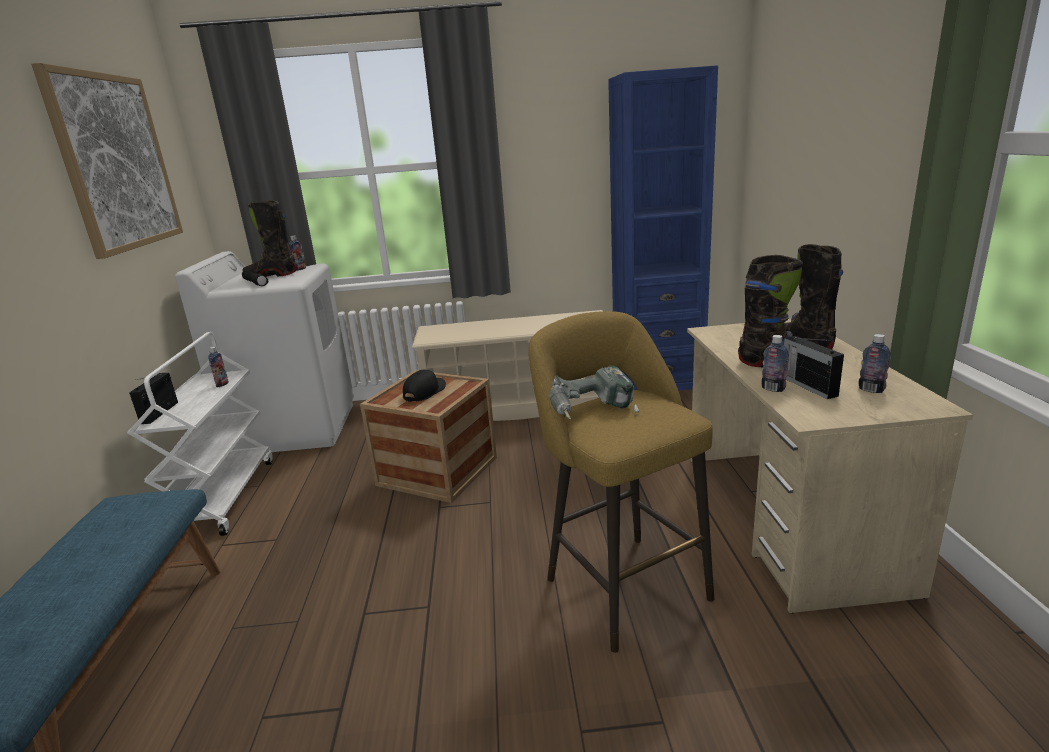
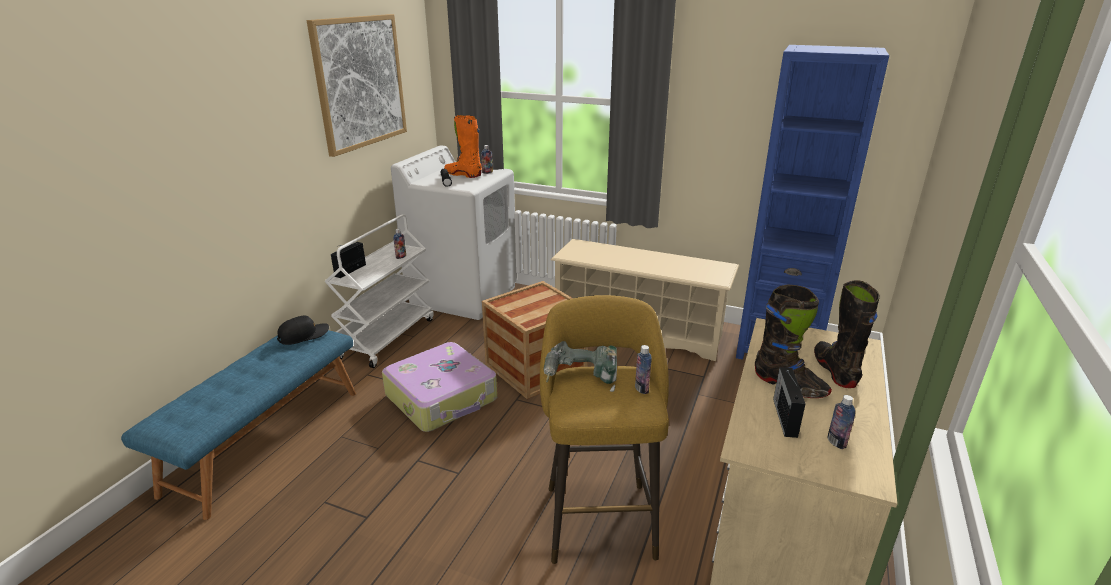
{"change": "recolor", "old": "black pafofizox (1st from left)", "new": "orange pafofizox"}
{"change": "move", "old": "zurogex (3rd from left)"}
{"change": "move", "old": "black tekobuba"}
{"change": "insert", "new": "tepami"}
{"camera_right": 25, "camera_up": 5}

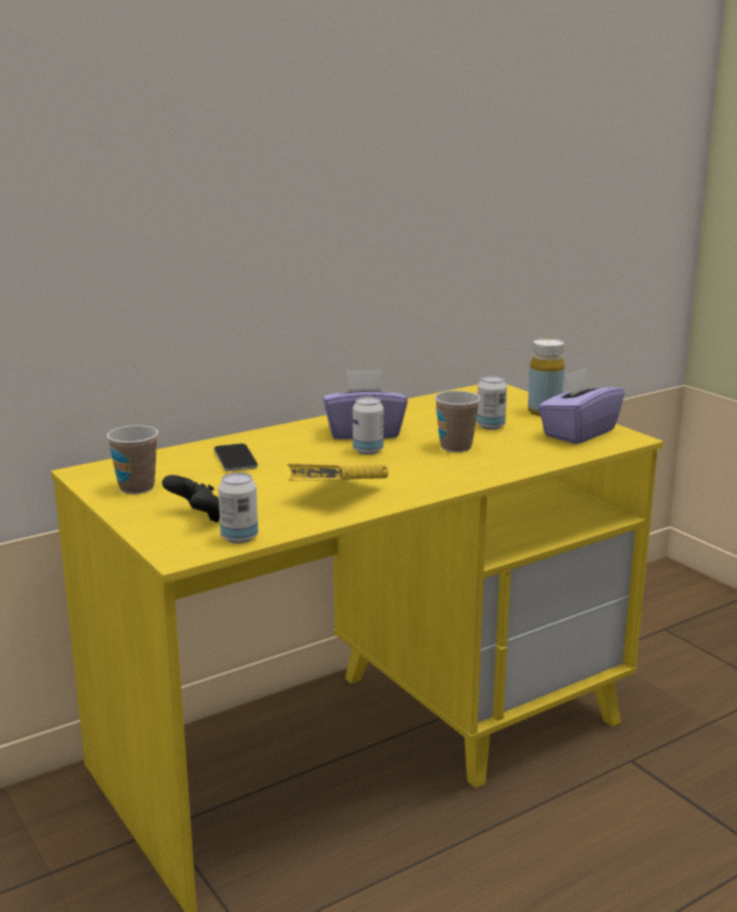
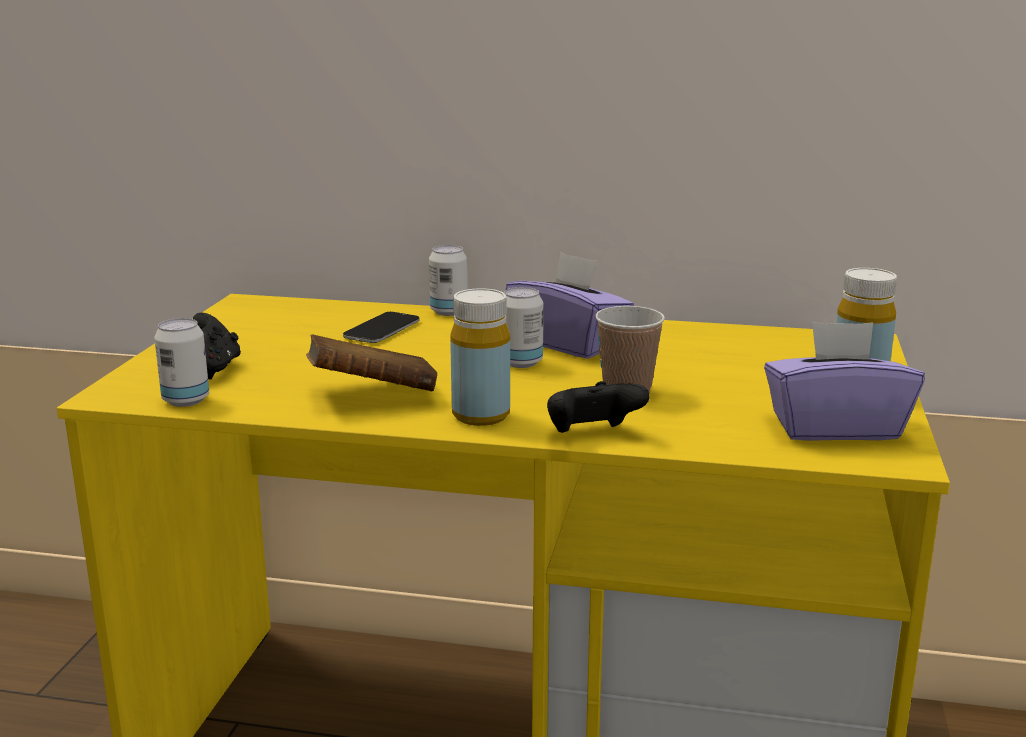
{"change": "move", "old": "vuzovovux (3rd from left in the first image)", "new": "vuzovovux (2nd from left)"}
{"change": "delete", "old": "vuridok (1st from left)"}
{"change": "recolor", "old": "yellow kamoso", "new": "brown kamoso"}
{"change": "insert", "new": "yellow zurogex (1st from left)"}
{"change": "insert", "new": "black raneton (2nd from left)"}
{"camera_right": 45, "camera_up": 0}

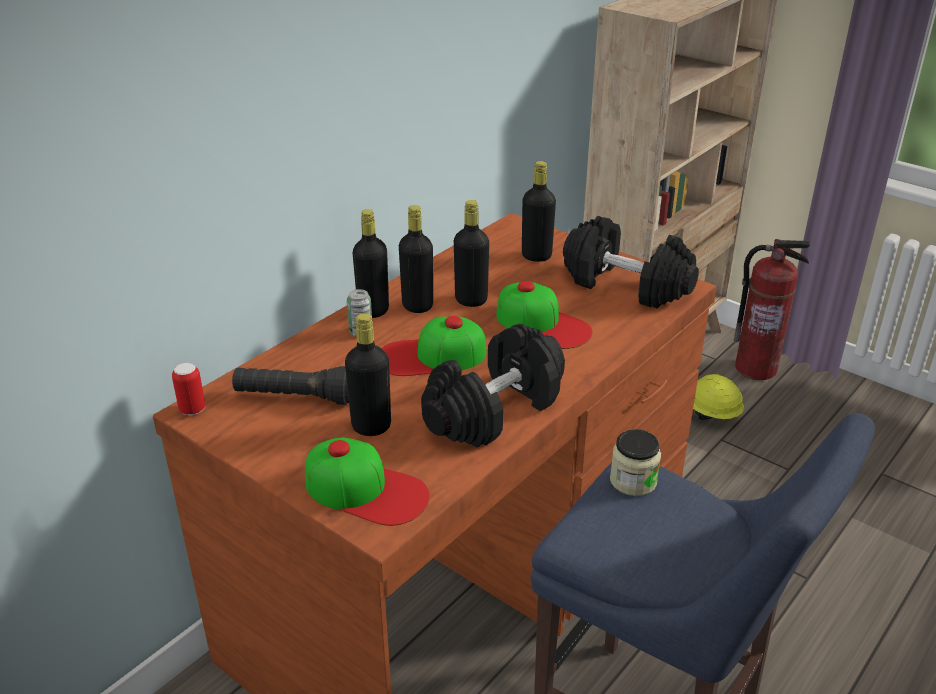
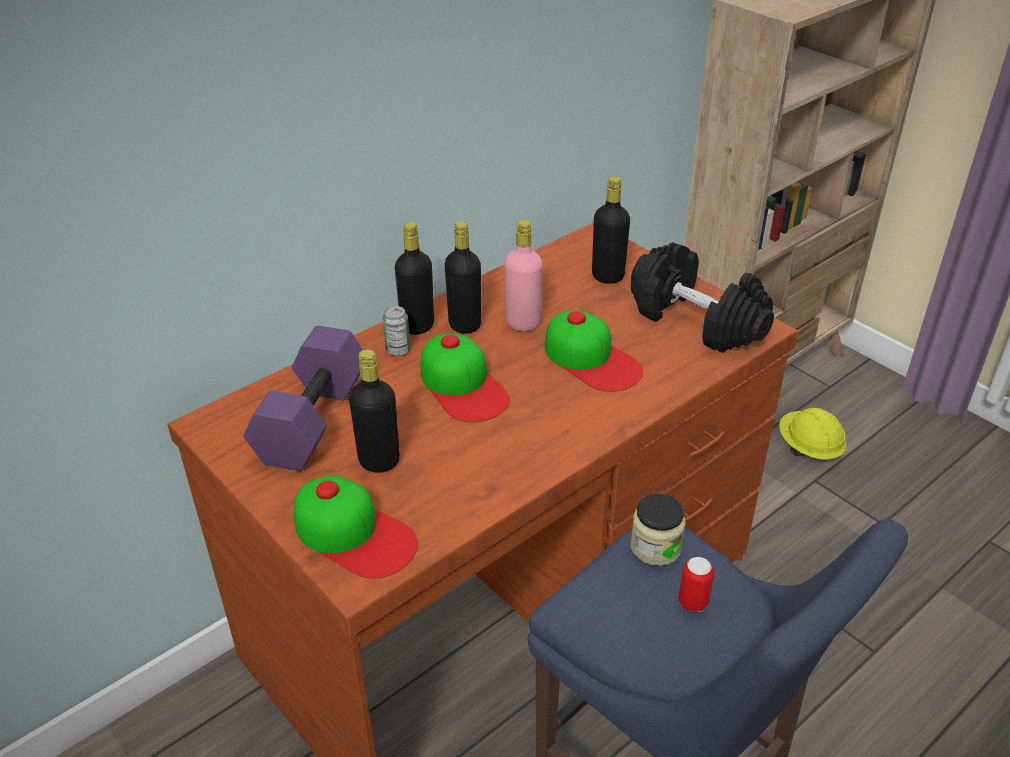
{"change": "recolor", "old": "black zurogex (4th from left)", "new": "pink zurogex"}
{"change": "delete", "old": "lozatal"}
{"change": "rotate", "old": "tekobuba (2nd from left)", "degrees": -120}
{"change": "delete", "old": "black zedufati (1st from left)"}
{"change": "move", "old": "vuzovovux (1st from left in the first image)", "new": "vuzovovux (2nd from left)"}
{"change": "replace", "old": "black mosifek", "new": "purple zedufati"}
{"camera_right": 10, "camera_up": 5}

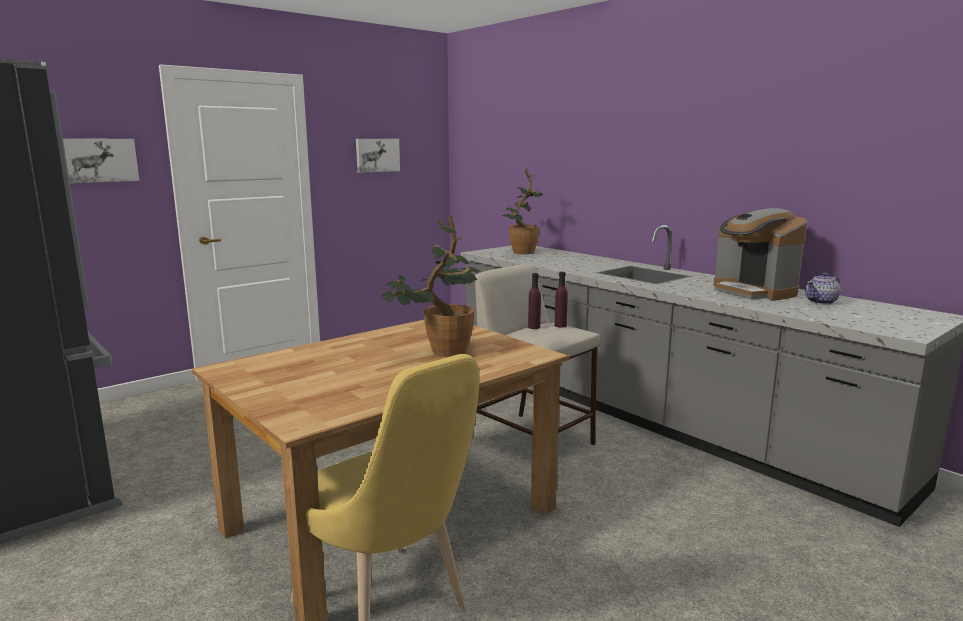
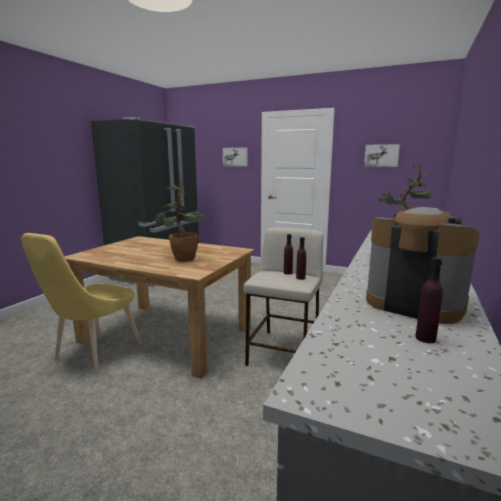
{"change": "rotate", "old": "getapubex", "degrees": 90}
{"change": "replace", "old": "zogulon", "new": "purple zurogex (3rd from left)"}
{"camera_right": 65, "camera_up": 0}

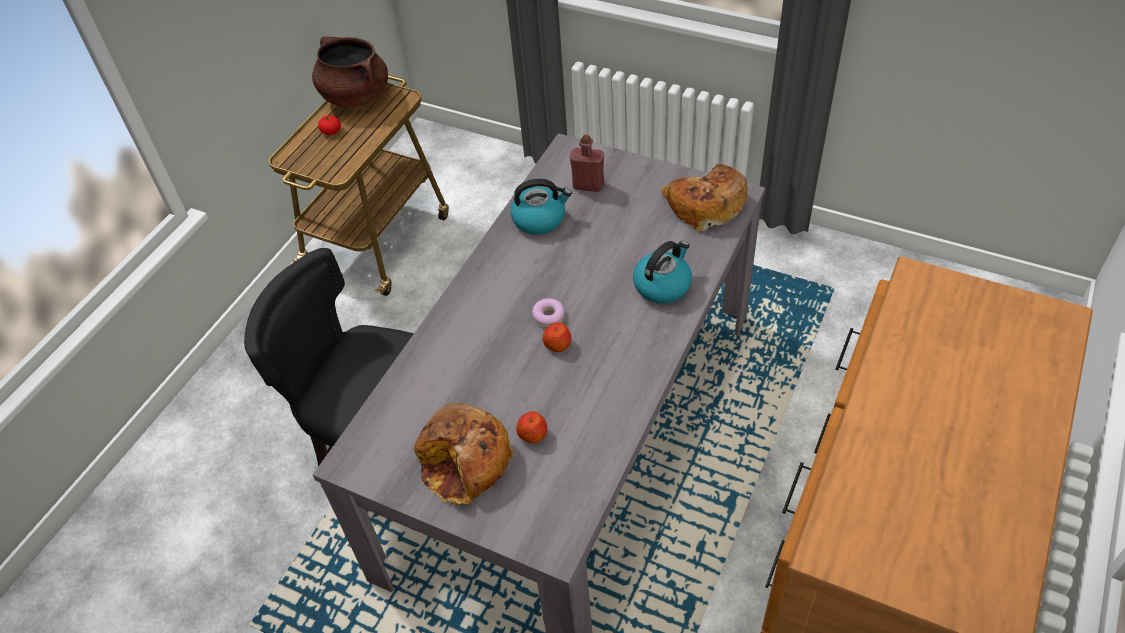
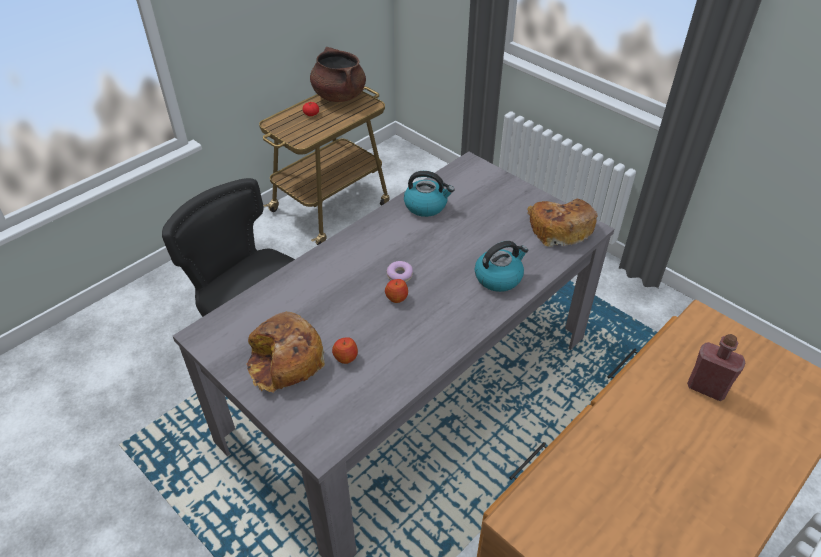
{"change": "move", "old": "red zurogex"}
{"camera_right": 15, "camera_up": -5}

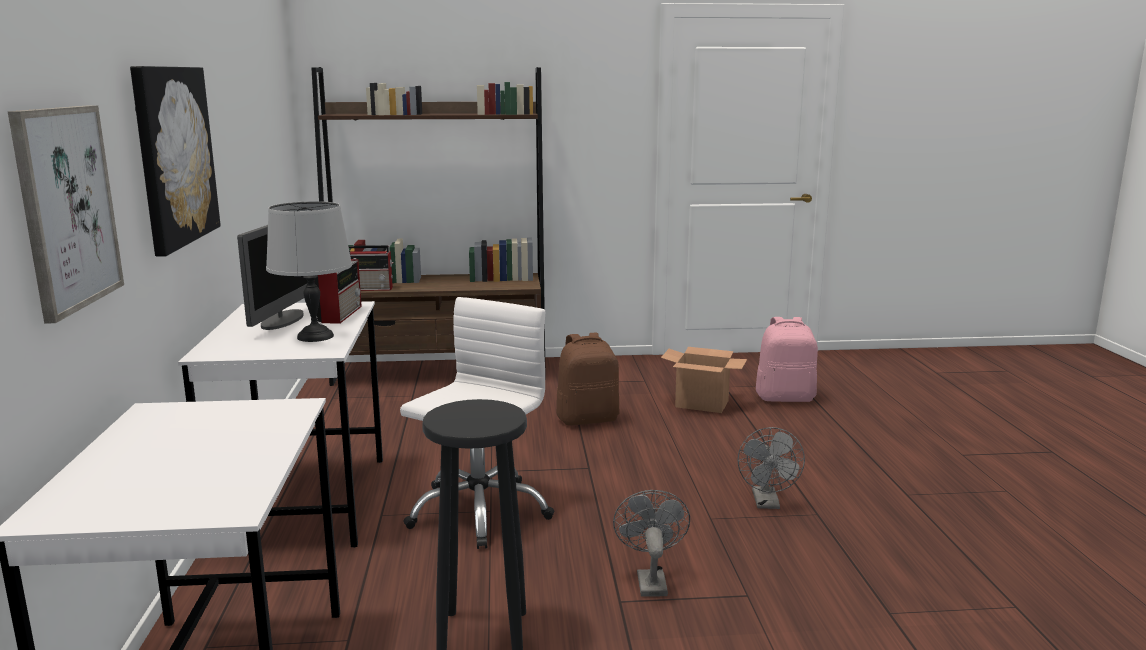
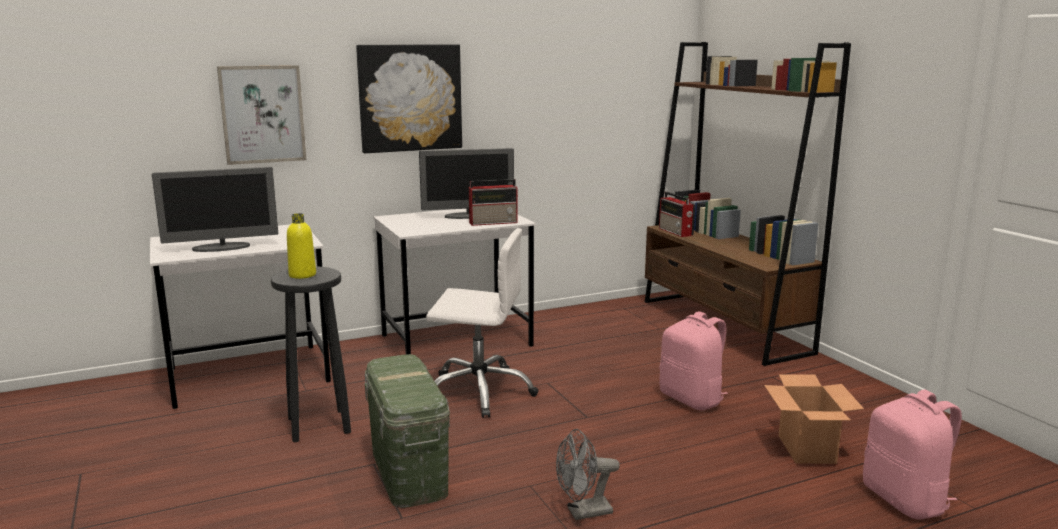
{"change": "delete", "old": "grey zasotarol"}
{"change": "recolor", "old": "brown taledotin", "new": "pink taledotin (1st from left)"}
{"change": "replace", "old": "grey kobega (1st from left)", "new": "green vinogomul"}
{"change": "insert", "new": "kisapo (1st from left)"}
{"change": "insert", "new": "yellow zurogex"}
{"camera_right": 70, "camera_up": 0}

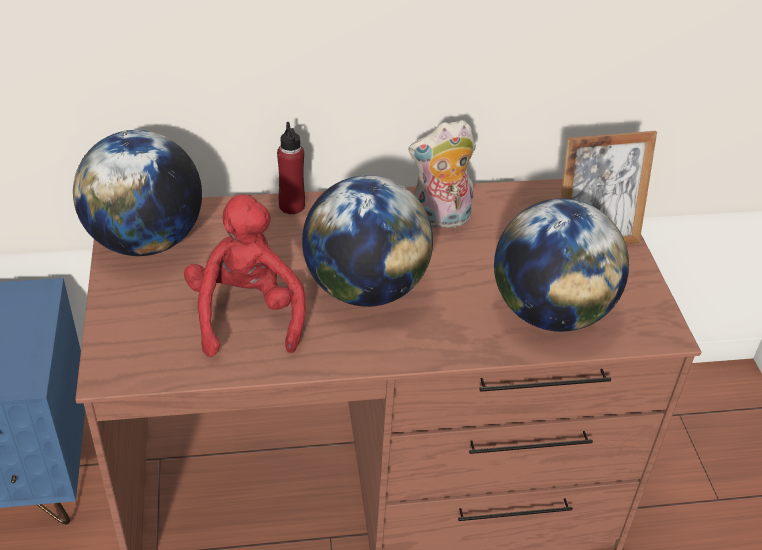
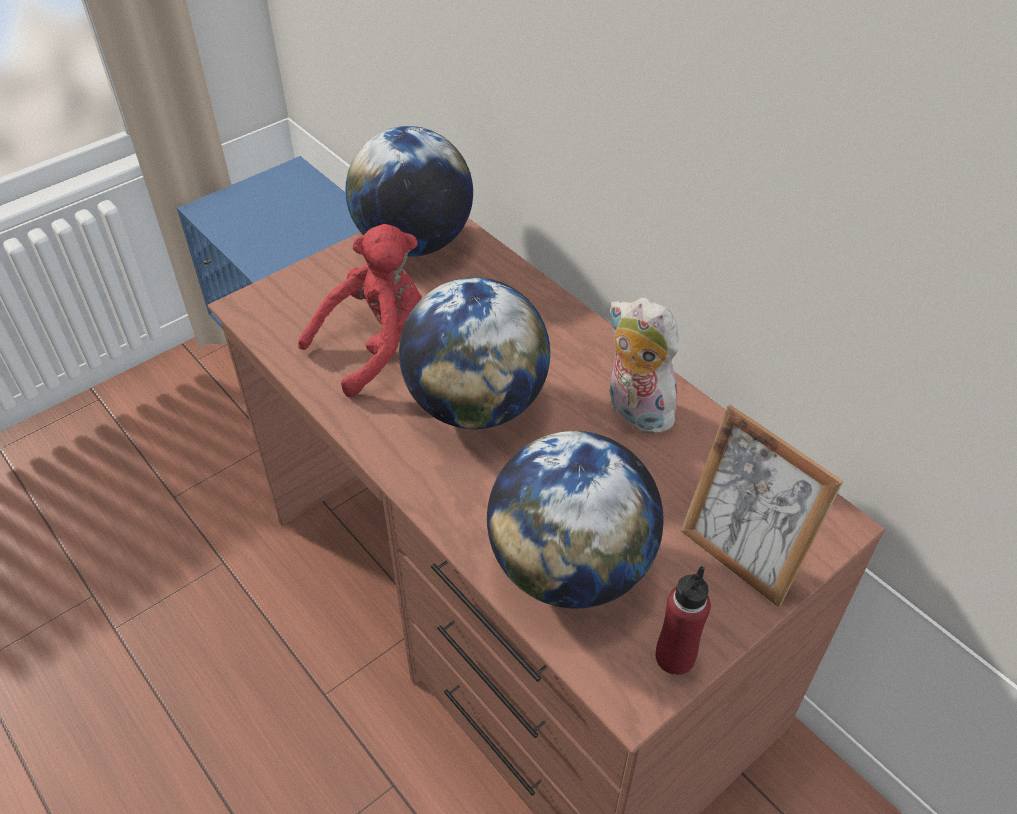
{"change": "move", "old": "red zurogex"}
{"camera_right": 60, "camera_up": 5}

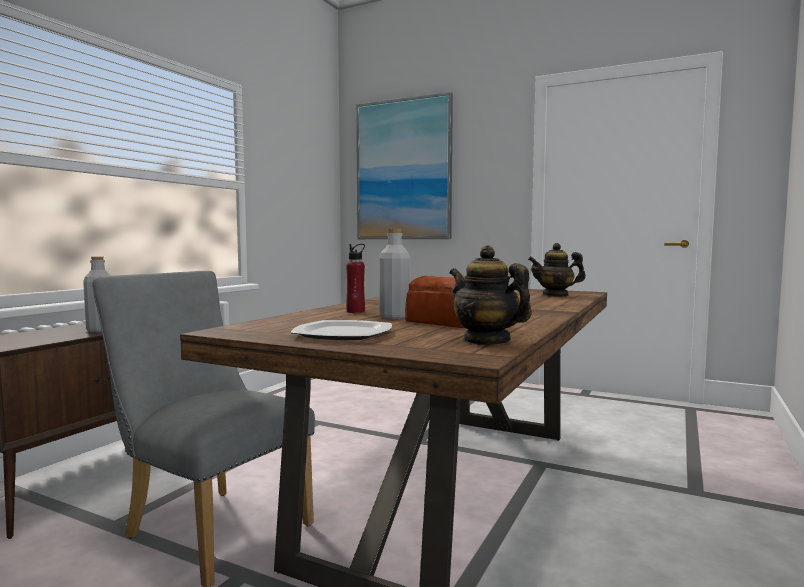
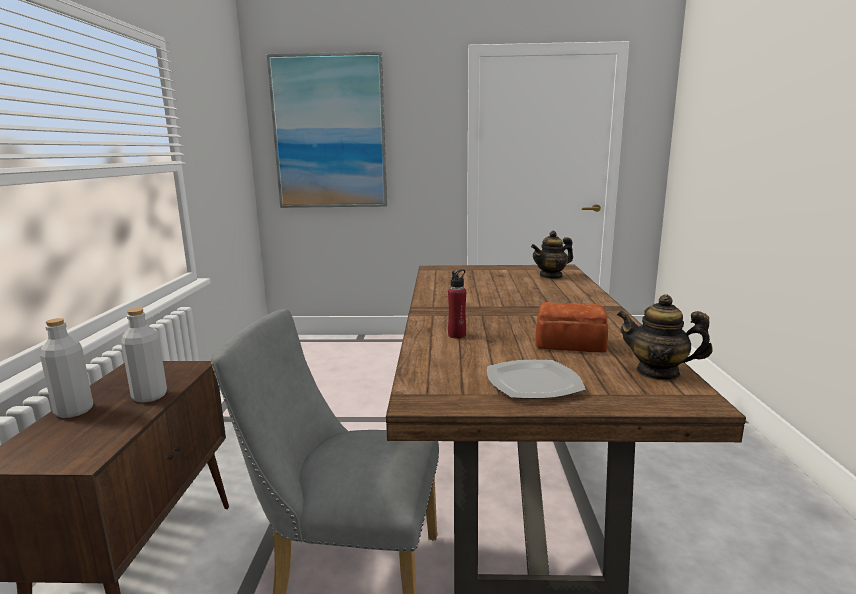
{"change": "move", "old": "grey zurogex (2nd from left in the first image)", "new": "grey zurogex (1st from left)"}
{"camera_right": -25, "camera_up": 10}

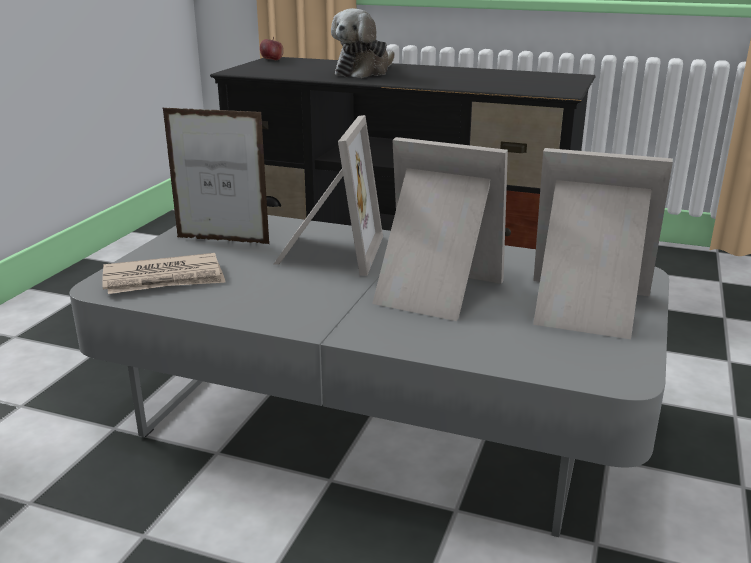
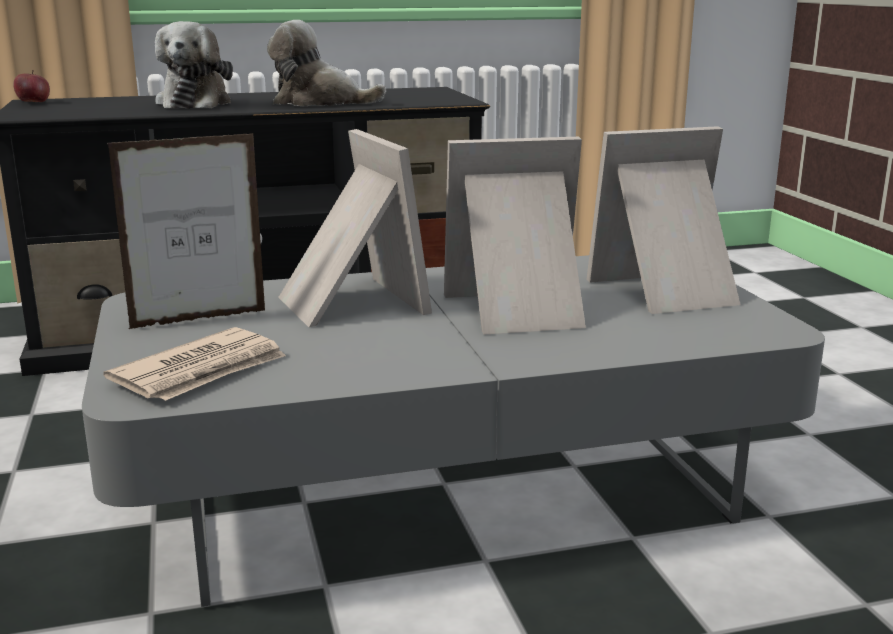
{"change": "insert", "new": "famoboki (2nd from left)"}
{"camera_right": -35, "camera_up": -5}

